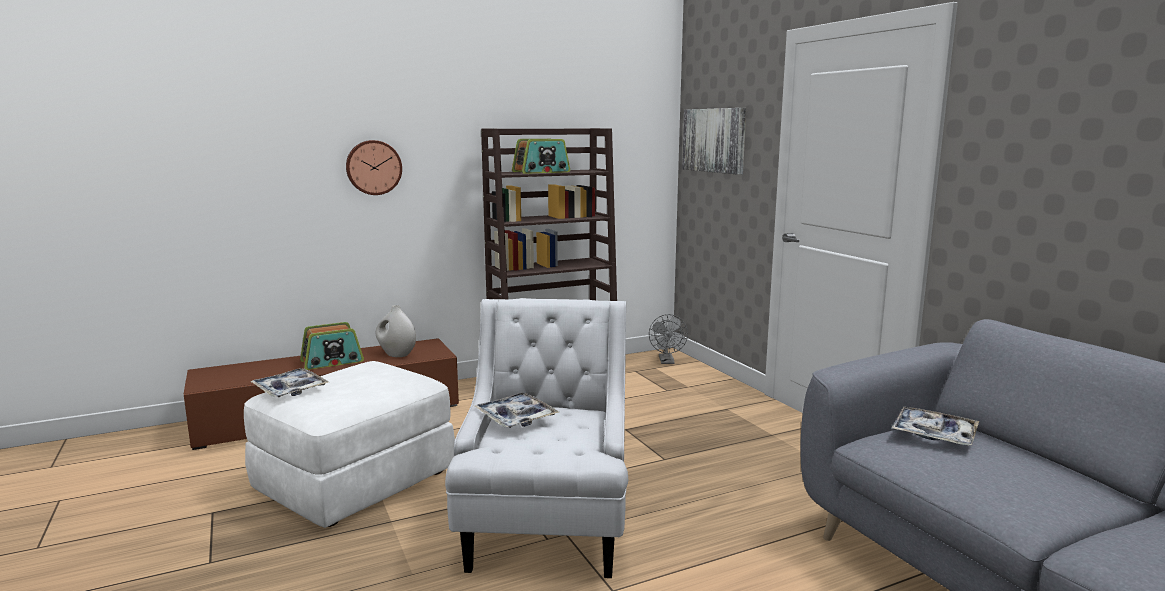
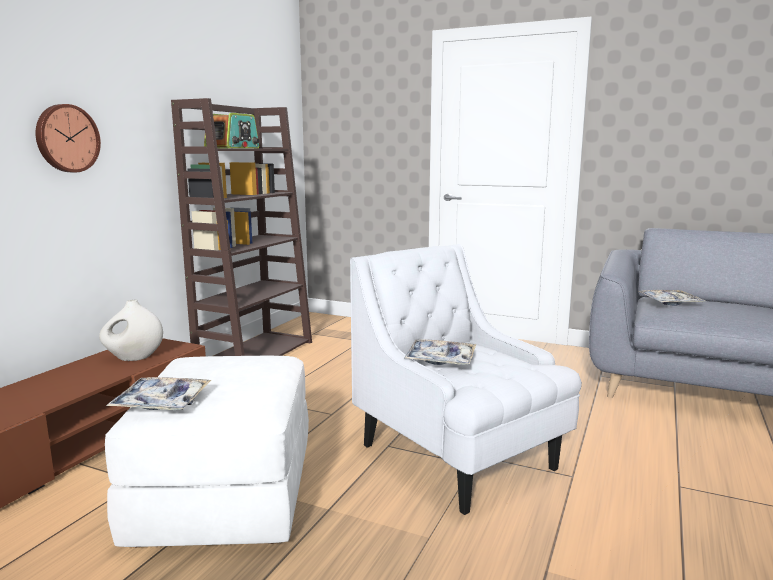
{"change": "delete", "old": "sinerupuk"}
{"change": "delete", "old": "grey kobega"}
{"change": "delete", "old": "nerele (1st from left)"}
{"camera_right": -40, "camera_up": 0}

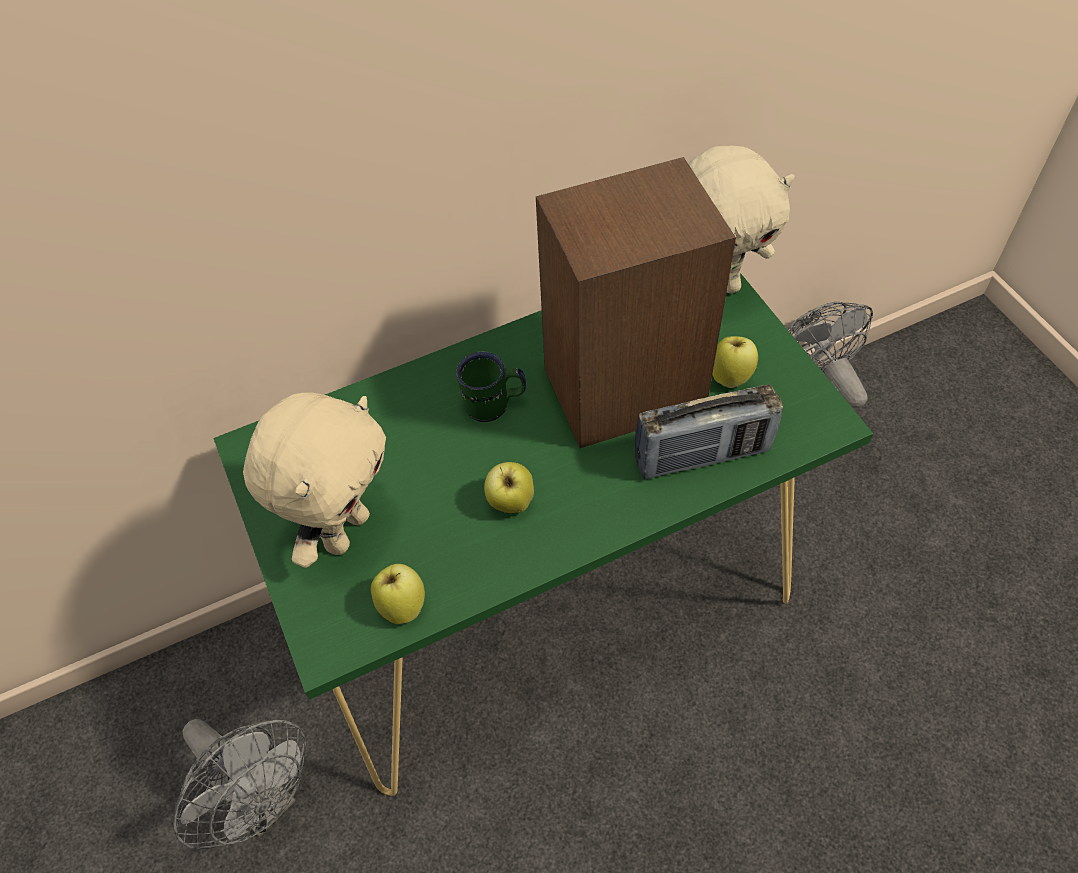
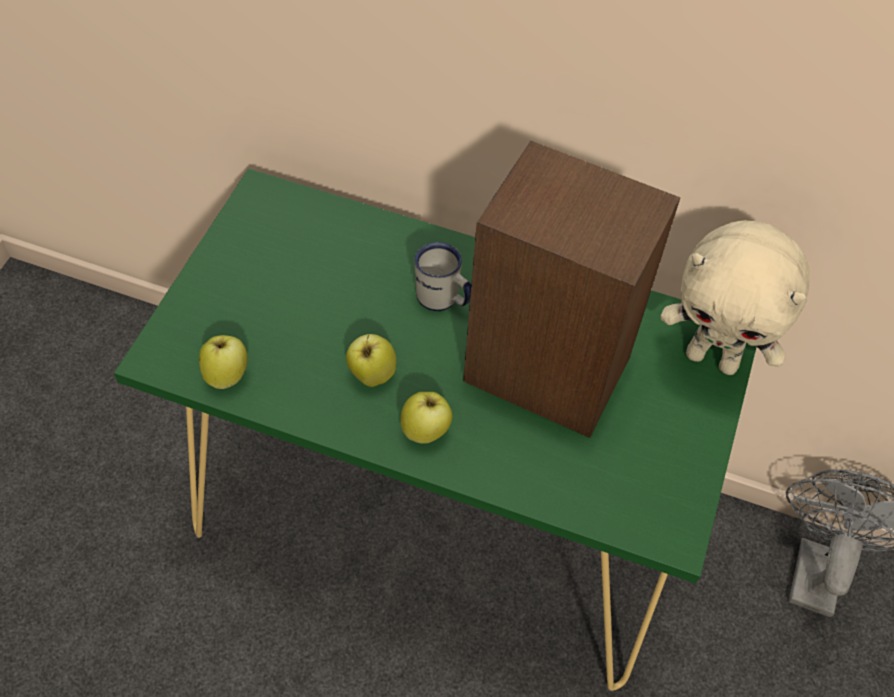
{"change": "move", "old": "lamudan (3rd from left)"}
{"change": "recolor", "old": "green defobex", "new": "white defobex"}
{"change": "delete", "old": "nerele"}
{"change": "delete", "old": "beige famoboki (1st from left)"}
{"change": "delete", "old": "grey kobega (1st from left)"}
{"camera_right": 40, "camera_up": 0}

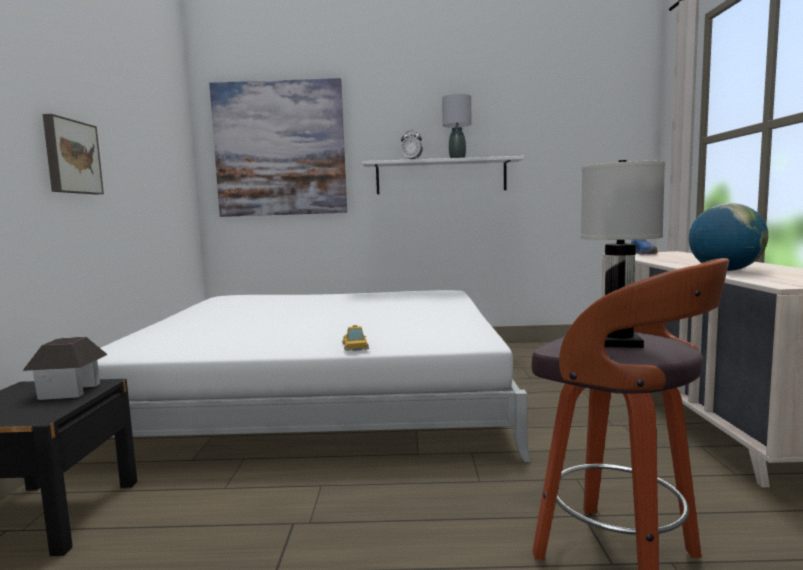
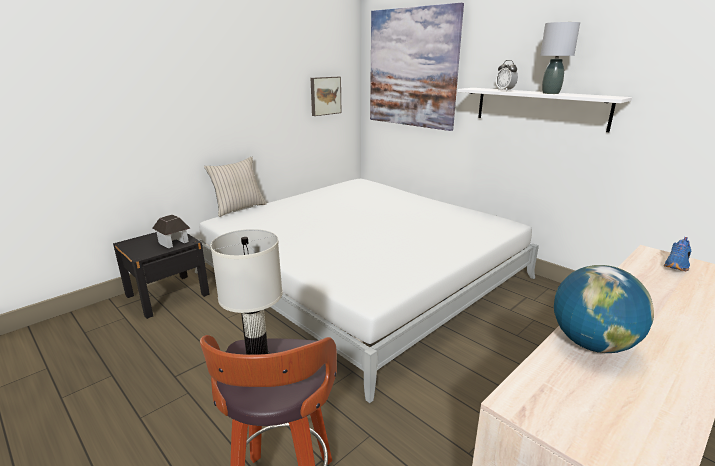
{"change": "move", "old": "sinerupuk (1st from left)"}
{"change": "delete", "old": "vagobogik"}
{"change": "insert", "new": "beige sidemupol"}
{"camera_right": 45, "camera_up": 15}

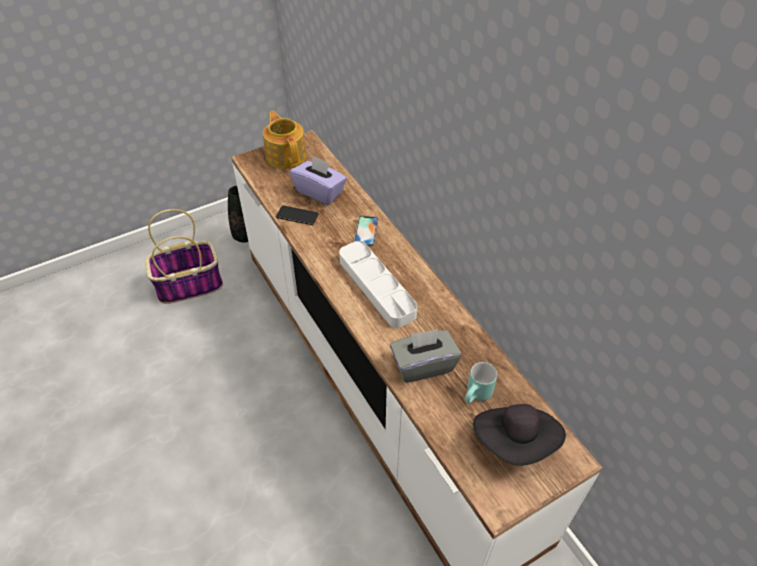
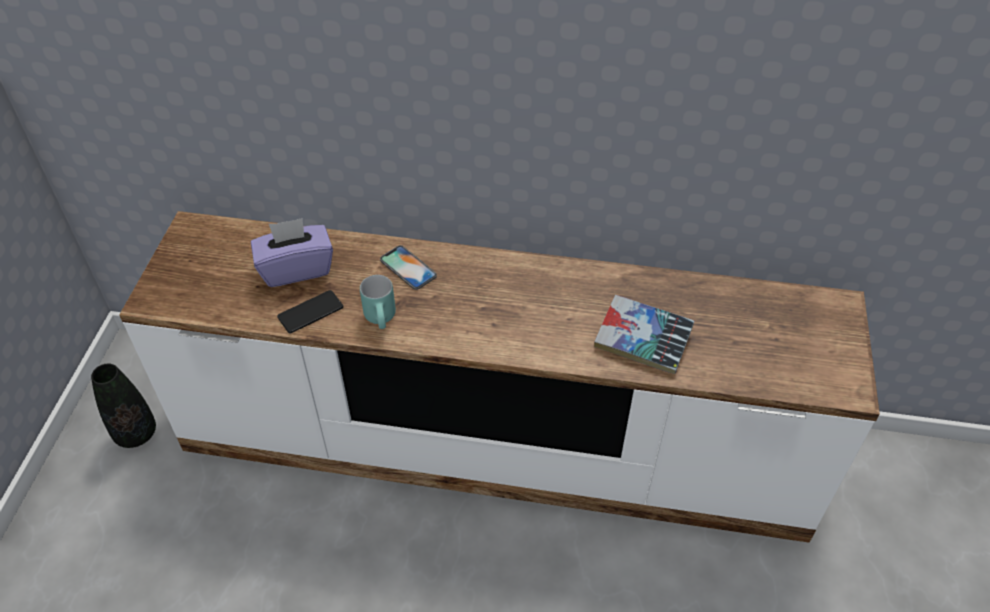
{"change": "delete", "old": "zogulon"}
{"change": "delete", "old": "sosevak"}
{"change": "delete", "old": "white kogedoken"}
{"change": "replace", "old": "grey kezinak", "new": "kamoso"}
{"change": "move", "old": "turquoise defobex"}
{"change": "delete", "old": "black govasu"}
{"camera_right": -50, "camera_up": 0}

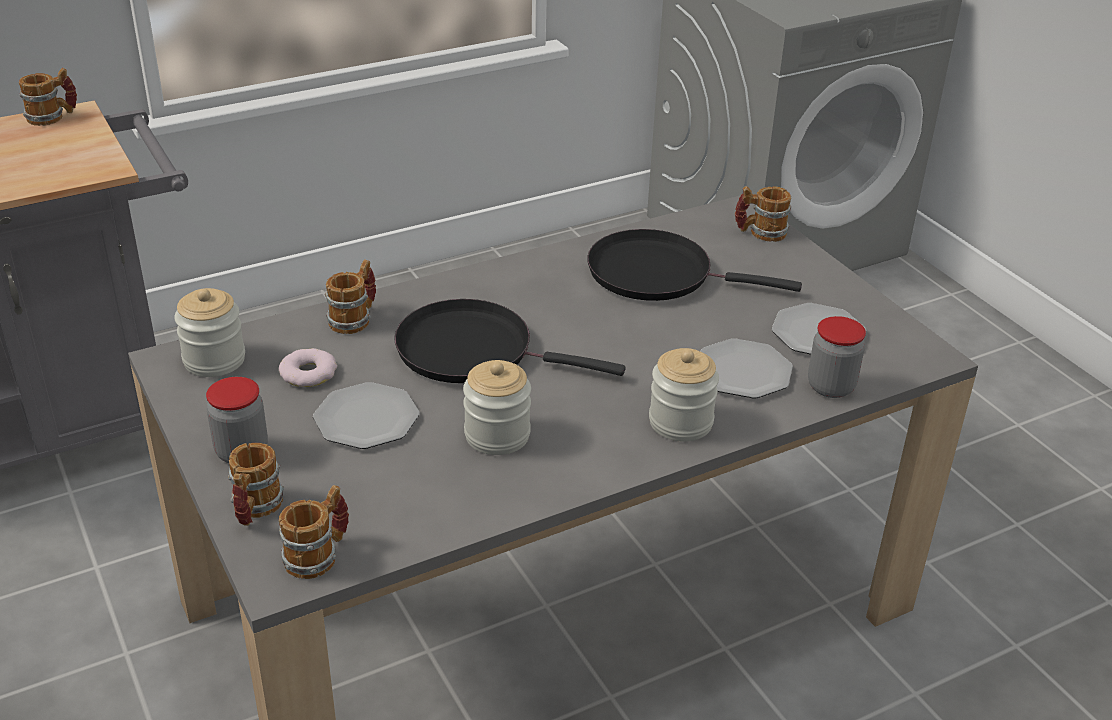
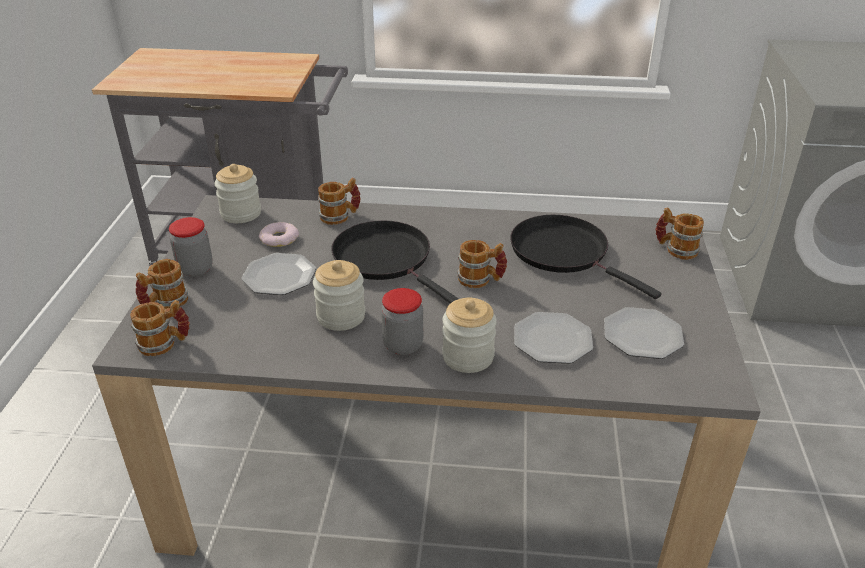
{"change": "move", "old": "defobex (1st from left in the first image)", "new": "defobex (4th from left)"}
{"change": "move", "old": "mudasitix (5th from left in the first image)", "new": "mudasitix (4th from left)"}
{"camera_right": 35, "camera_up": 0}

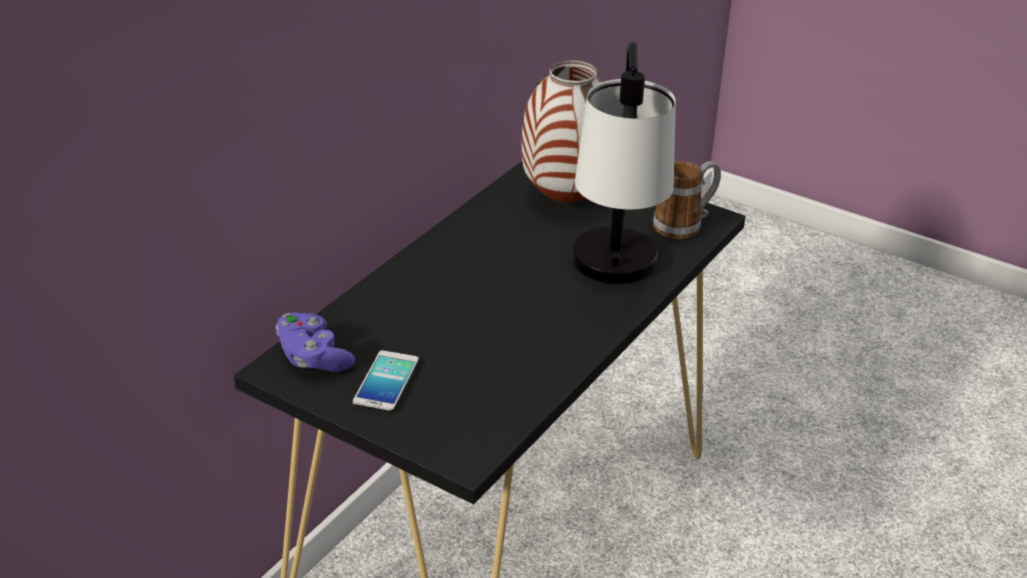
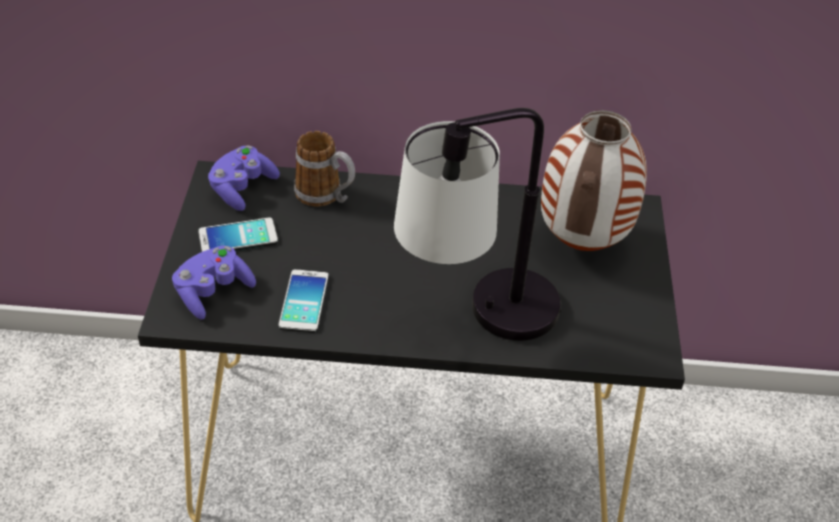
{"change": "move", "old": "defobex"}
{"change": "insert", "new": "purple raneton (1st from left)"}
{"change": "insert", "new": "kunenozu (2nd from left)"}
{"camera_right": 60, "camera_up": 10}

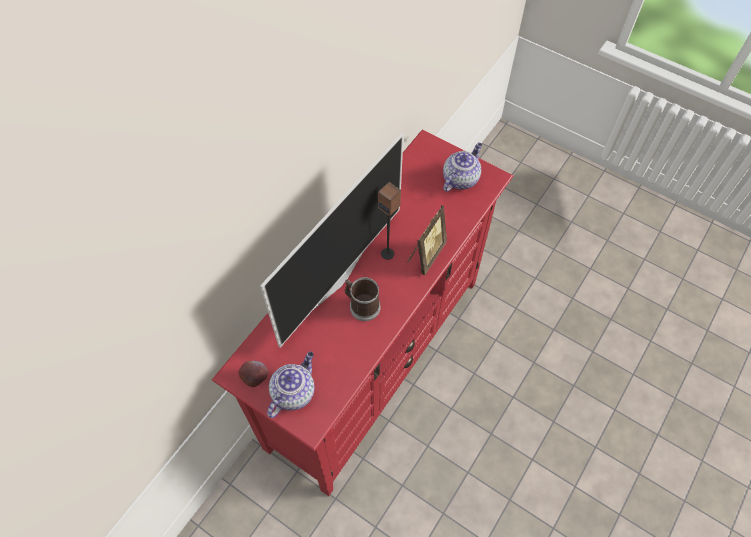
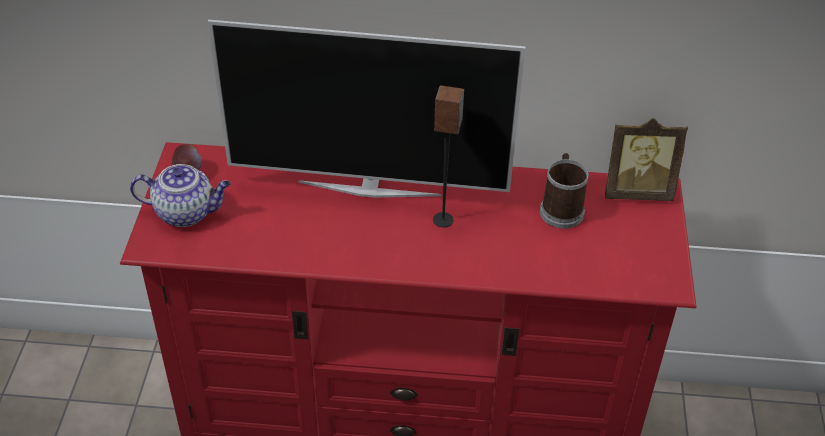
{"change": "delete", "old": "zogulon (2nd from left)"}
{"change": "move", "old": "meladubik"}
{"change": "move", "old": "defobex"}
{"camera_right": 60, "camera_up": -15}

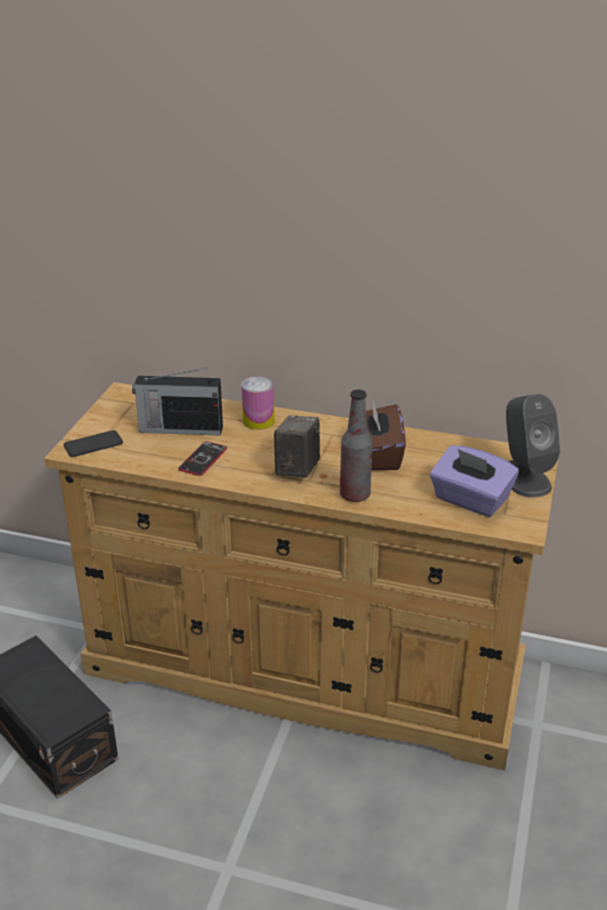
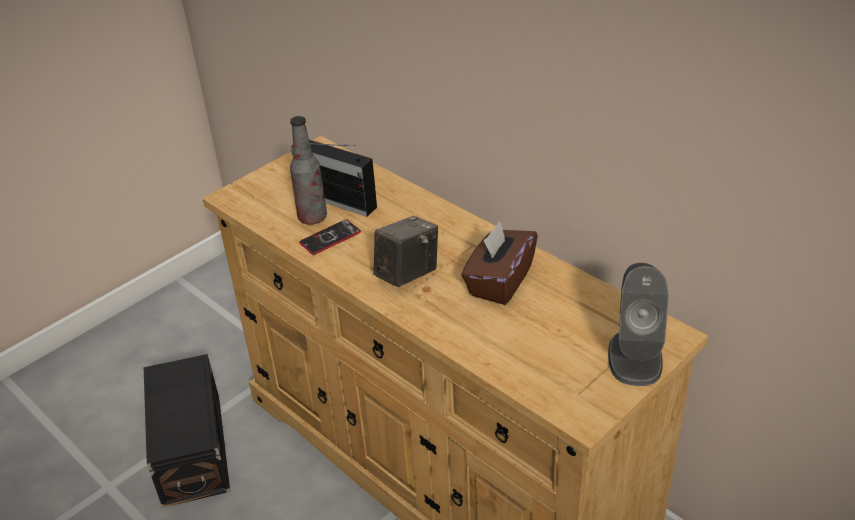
{"change": "delete", "old": "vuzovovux"}
{"change": "move", "old": "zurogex"}
{"change": "delete", "old": "kunenozu (1st from left)"}
{"change": "delete", "old": "purple kezinak"}
{"camera_right": 30, "camera_up": 5}

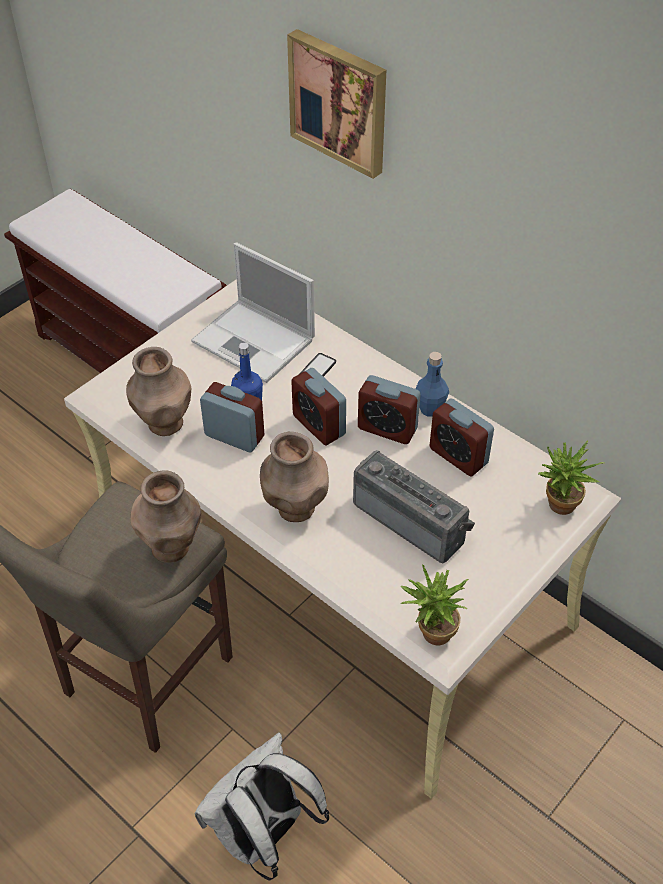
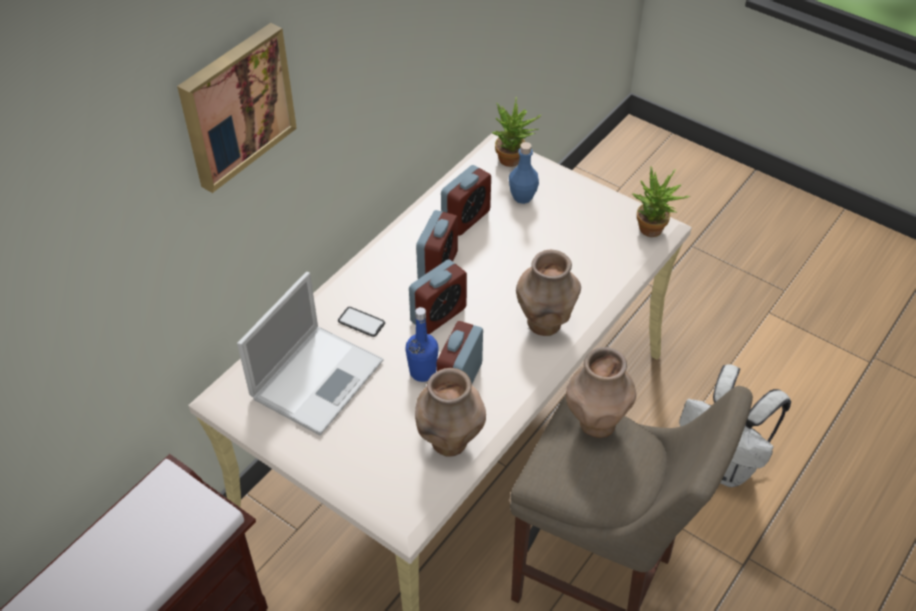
{"change": "move", "old": "blue zurogex (2nd from left)"}
{"change": "delete", "old": "nerele"}
{"camera_right": -95, "camera_up": 0}

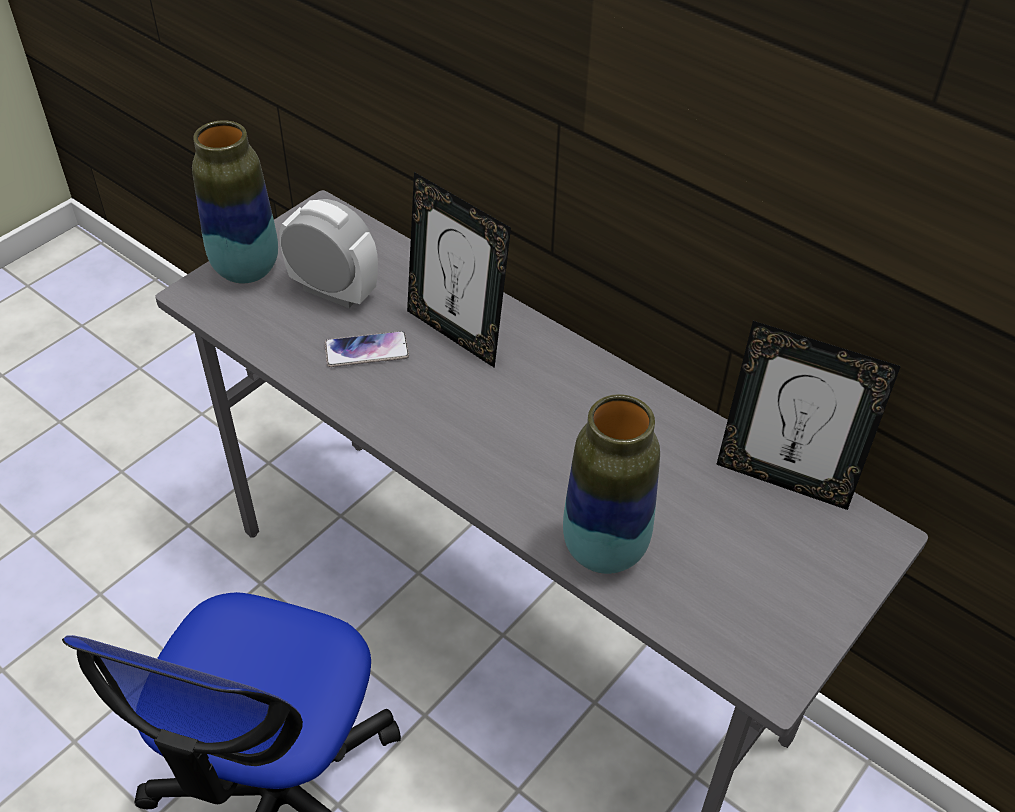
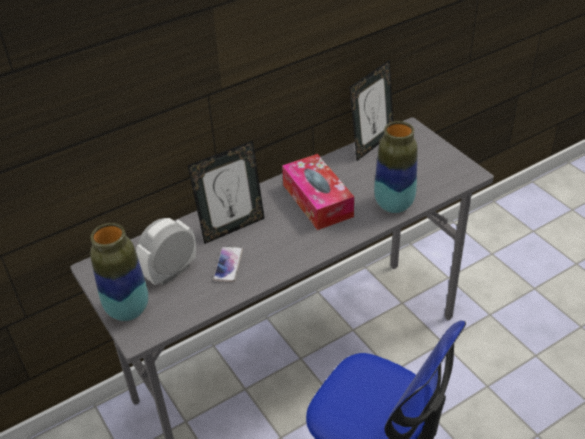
{"change": "insert", "new": "kezinak"}
{"camera_right": -70, "camera_up": -5}

